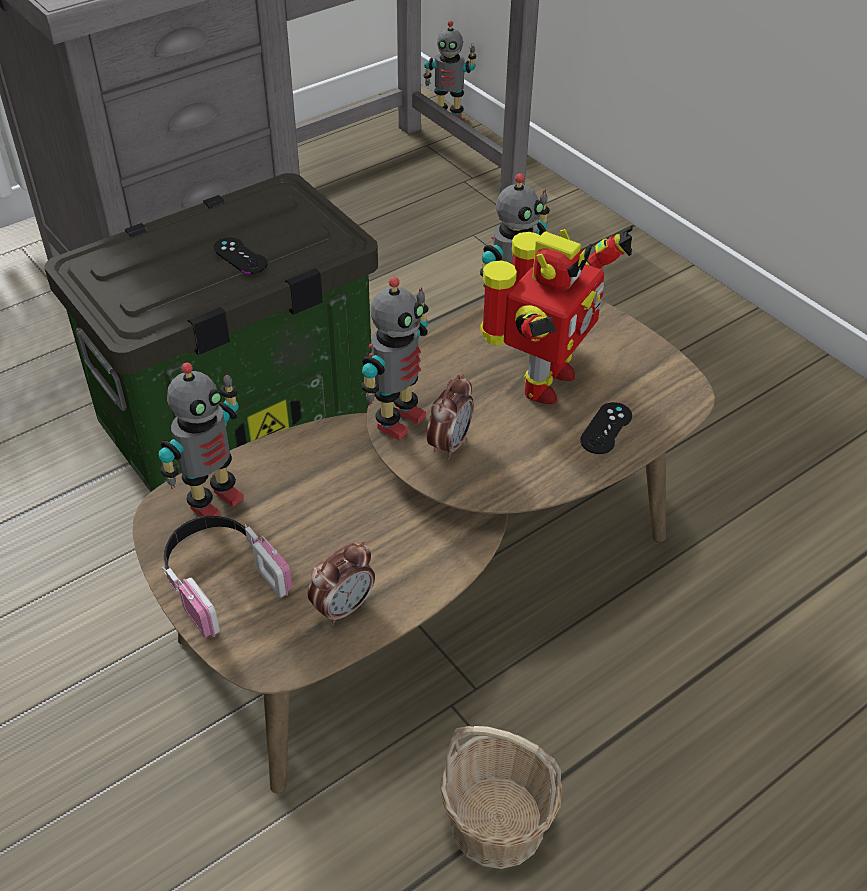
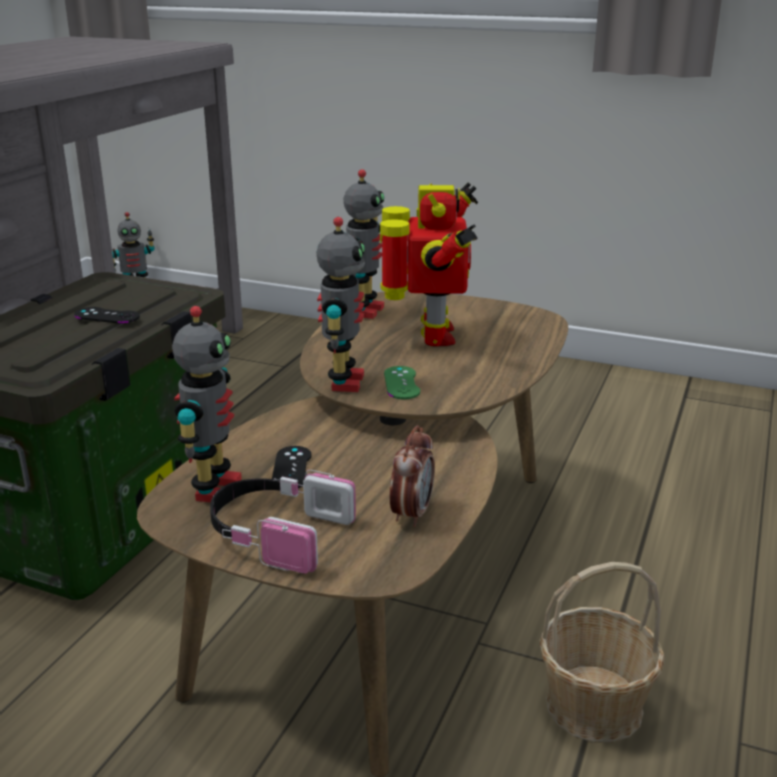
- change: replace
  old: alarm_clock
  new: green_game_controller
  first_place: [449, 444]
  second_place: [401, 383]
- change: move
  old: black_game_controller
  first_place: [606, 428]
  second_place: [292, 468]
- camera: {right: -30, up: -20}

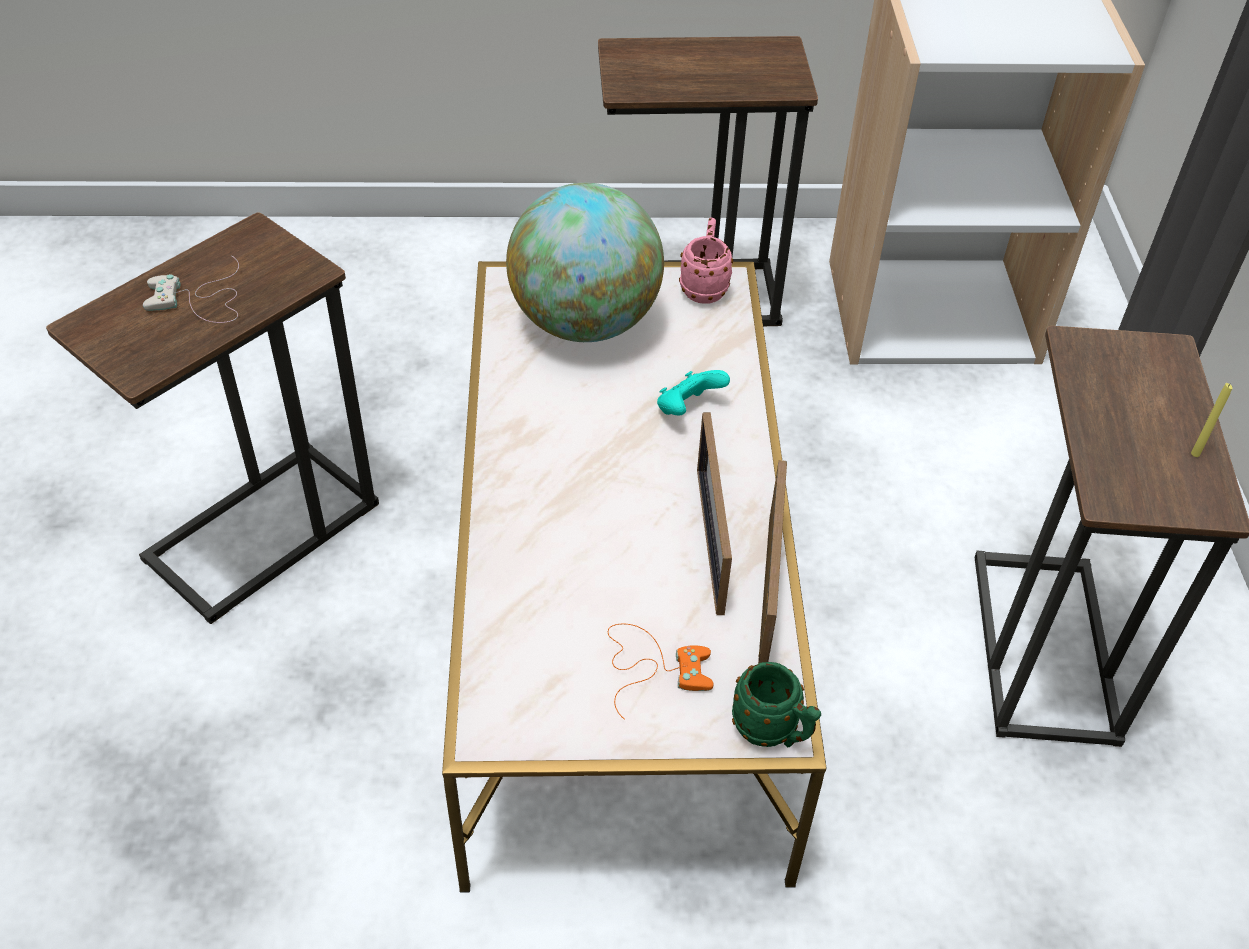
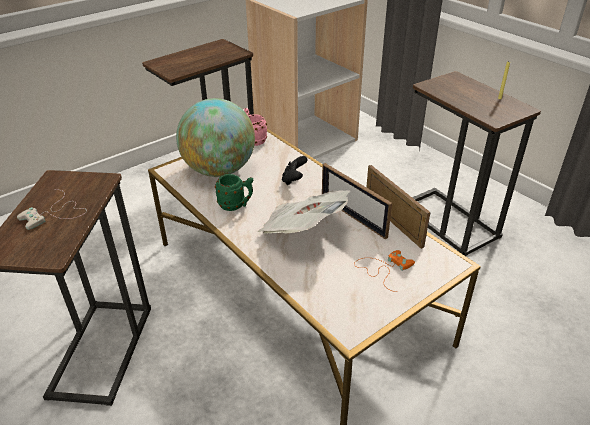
- change: recolor
  old: turquoise_game_controller
  new: black_game_controller
  first_place: [688, 409]
  second_place: [294, 180]
- change: move
  old: green_mug
  first_place: [772, 732]
  second_place: [236, 205]
- change: insert
  new: newspaper
  second_place: [302, 230]
- camera: {right: -35, up: -10}

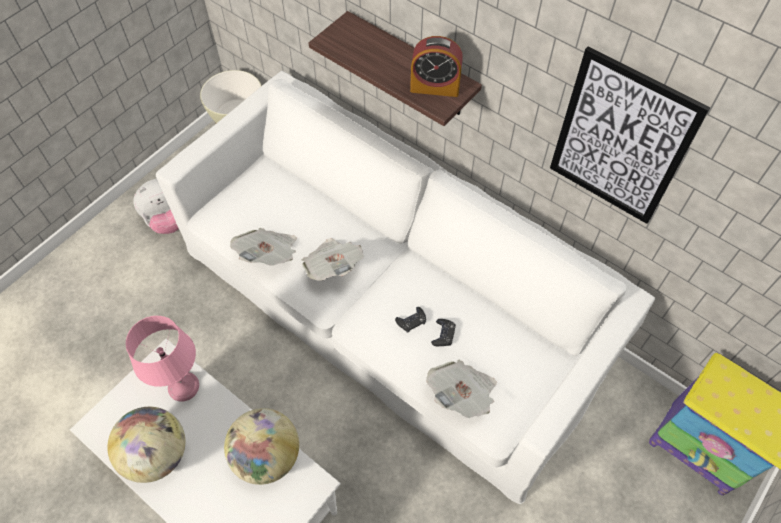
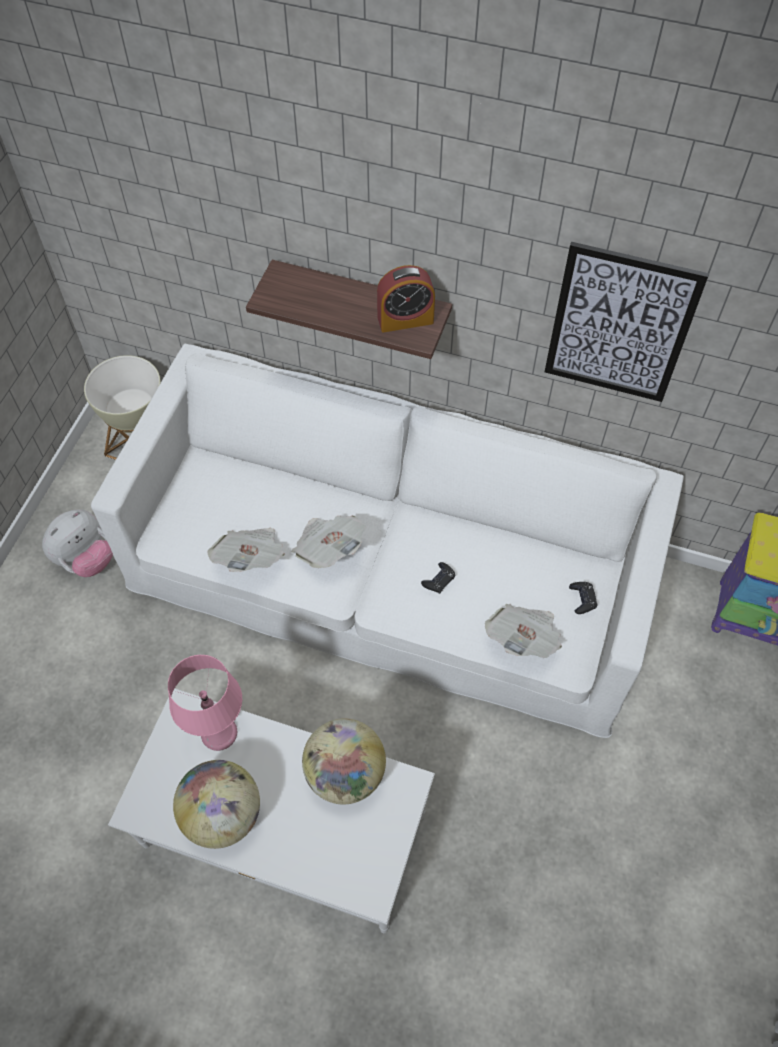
- change: move
  old: black_game_controller
  first_place: [443, 334]
  second_place: [582, 599]
- camera: {right: -20, up: 0}

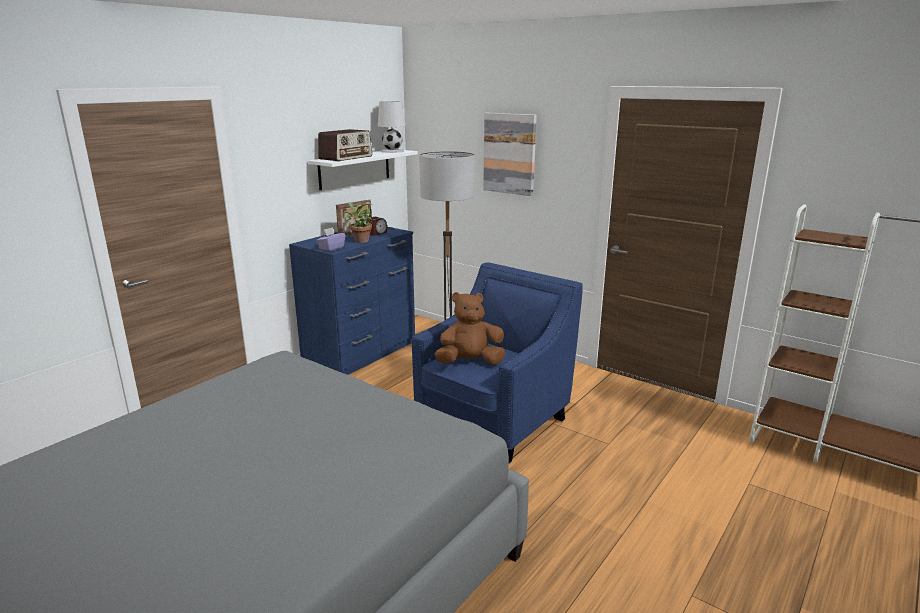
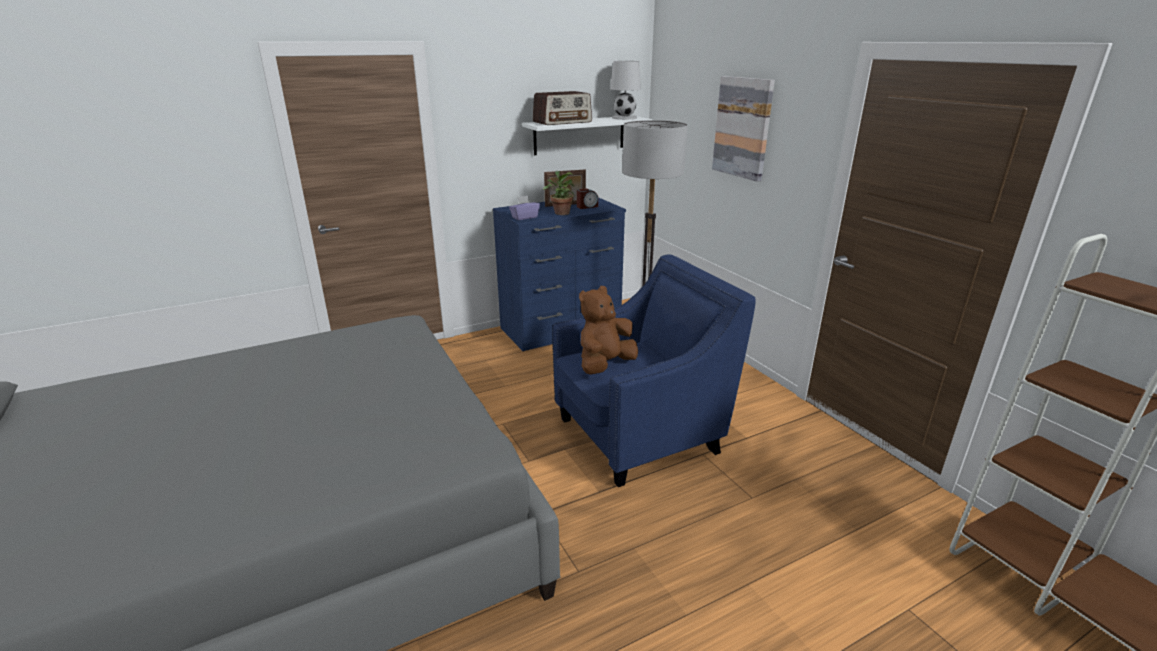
- change: rotate
  old: brown_plush_toy
  first_place: [470, 362]
  second_place: [605, 365]
  degrees: -60
- camera: {right: 25, up: 5}

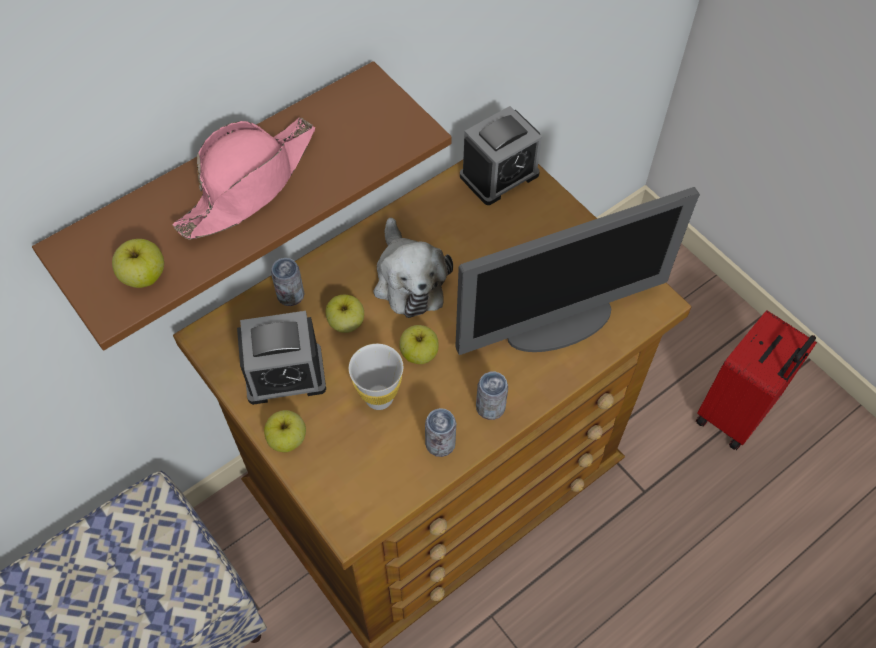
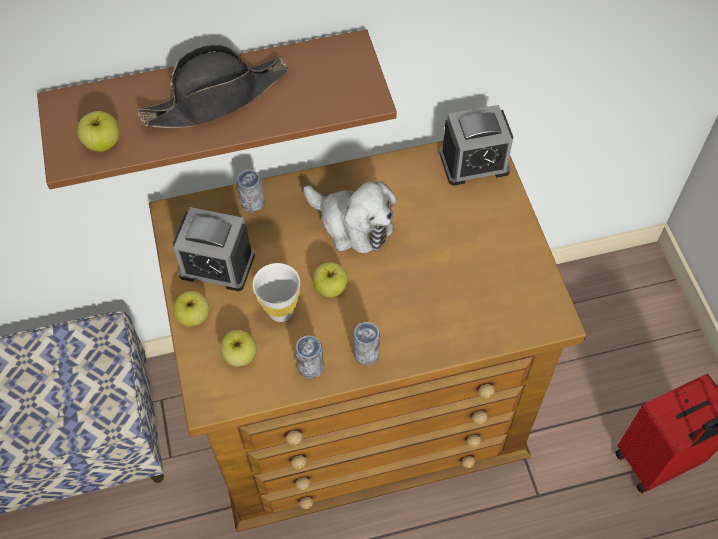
- change: recolor
  old: pink_hat
  new: black_hat
  first_place: [249, 184]
  second_place: [216, 98]
- change: move
  old: apple
  first_place: [346, 323]
  second_place: [240, 356]
- change: rotate
  old: plush_toy
  first_place: [408, 280]
  second_place: [352, 224]
  degrees: -60
- change: delete
  old: monitor
  first_place: [560, 324]
- camera: {right: 25, up: 0}

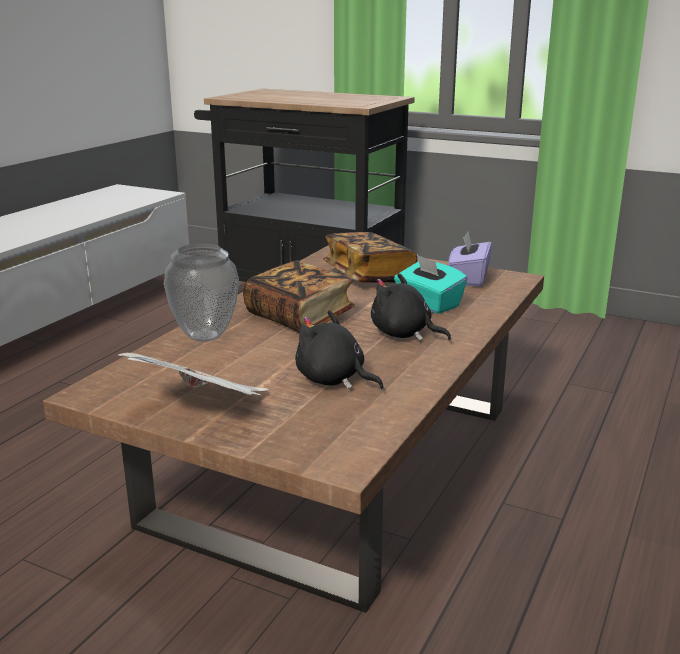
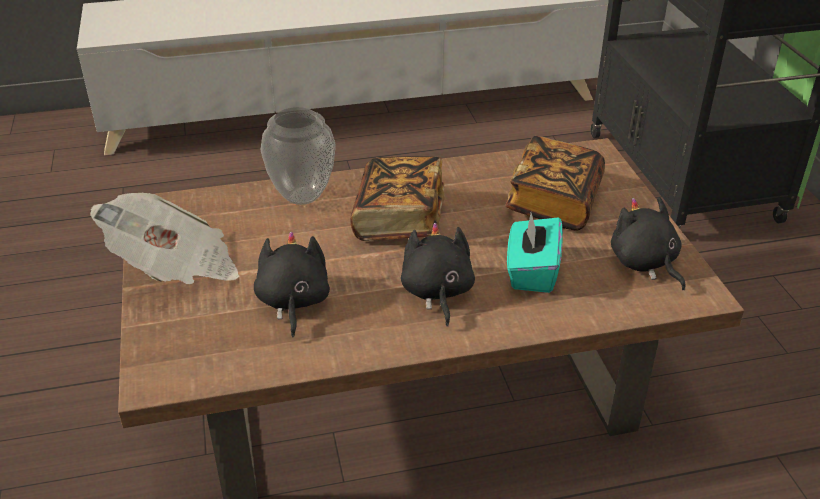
- change: replace
  old: purple_tissue_box
  new: black_plush_toy
  first_place: [468, 278]
  second_place: [644, 263]
- camera: {right: 50, up: 15}

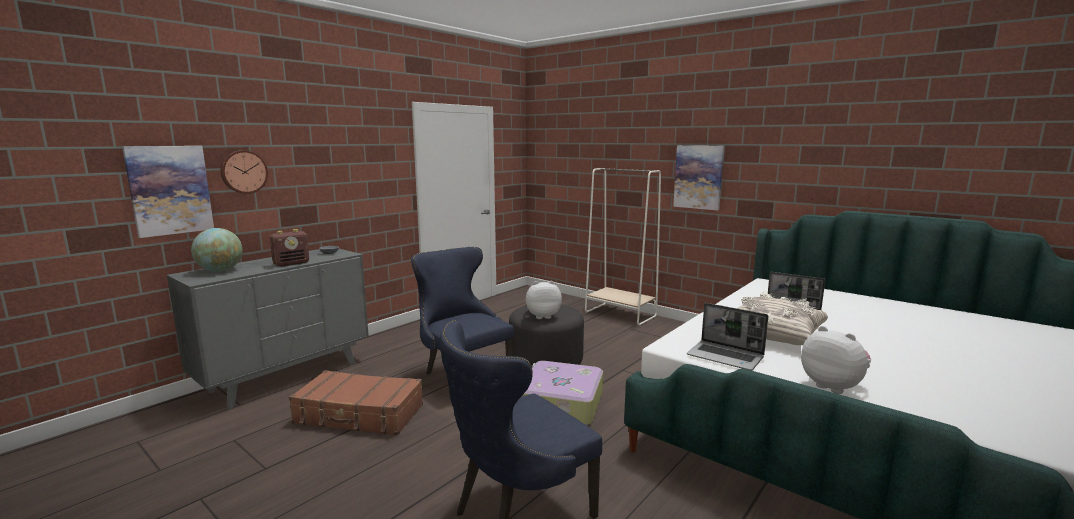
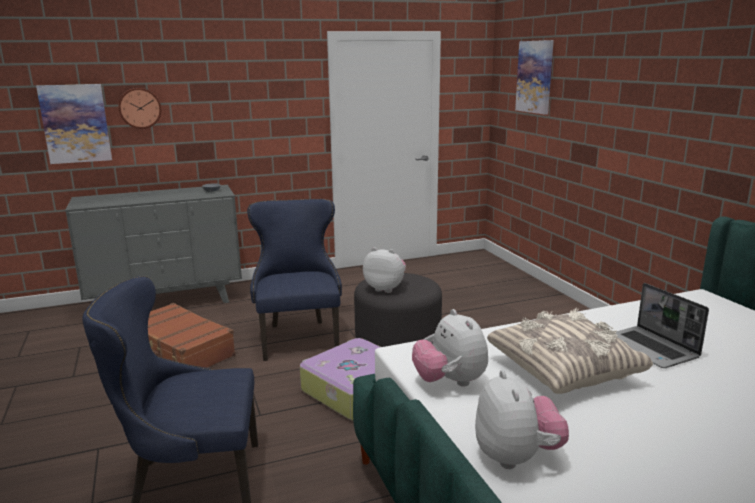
- change: delete
  old: globe
  first_place: [220, 271]
- change: delete
  old: radio
  first_place: [292, 263]
- change: delete
  old: clothes_rack
  first_place: [620, 314]
- change: move
  old: picture
  first_place: [698, 177]
  second_place: [535, 77]
- change: replace
  old: laptop
  new: plush_toy
  first_place: [726, 357]
  second_place: [450, 382]
- camera: {right: 30, up: 5}

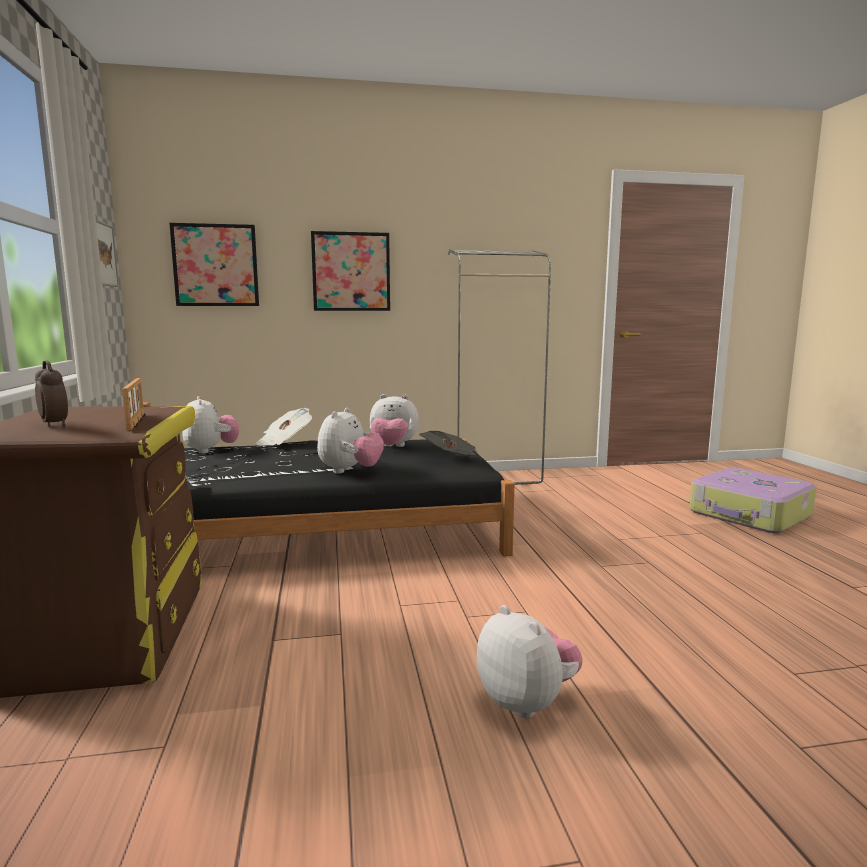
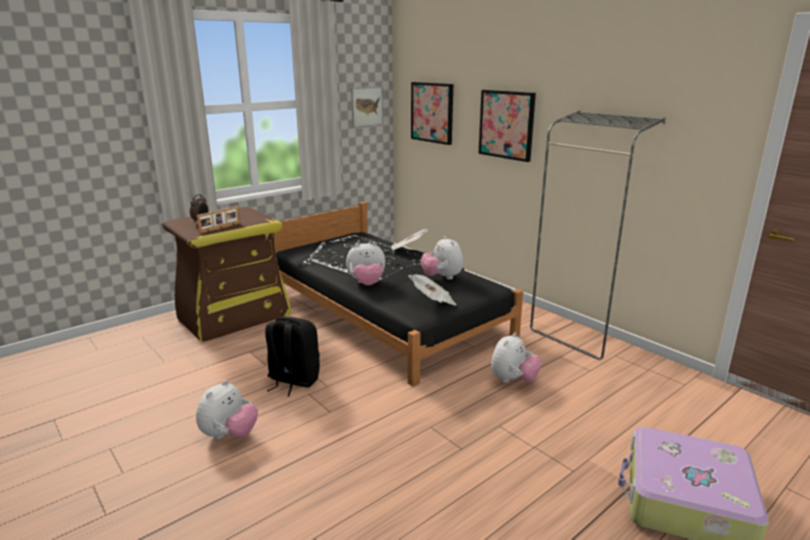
- change: move
  old: plush_toy
  first_place: [211, 450]
  second_place: [513, 380]
- change: insert
  new: black_backpack
  second_place: [293, 380]
- camera: {right: 60, up: 10}

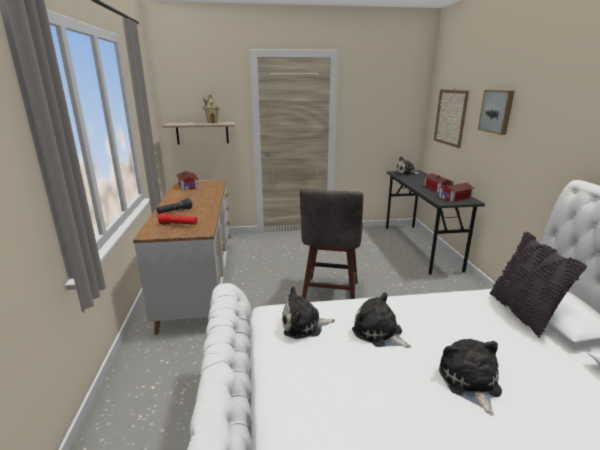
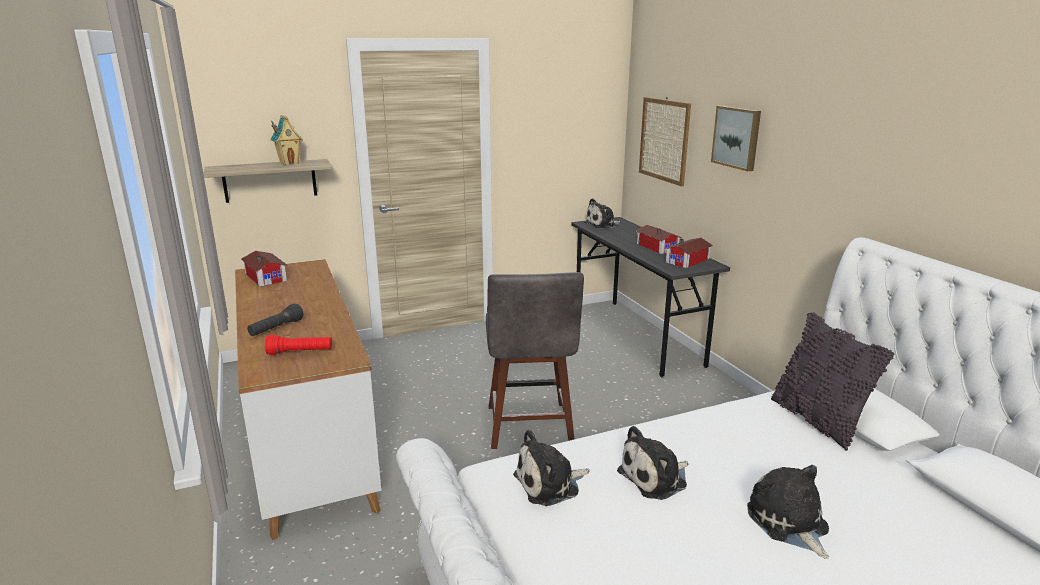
- change: rotate
  old: plush_toy
  first_place: [379, 333]
  second_place: [655, 478]
  degrees: -60
- camera: {right: -15, up: 0}

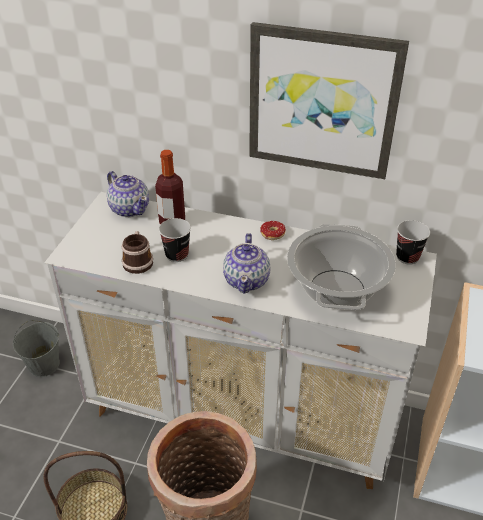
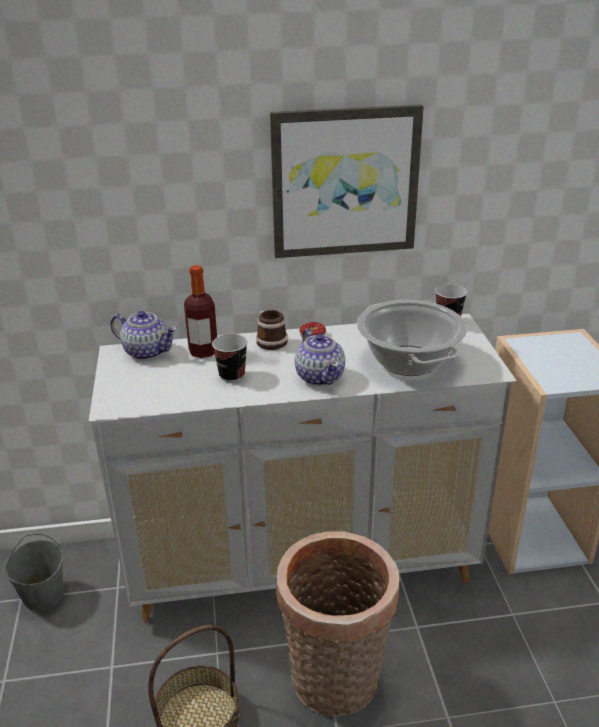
- change: move
  old: mug
  first_place: [138, 261]
  second_place: [269, 340]
- camera: {right: -25, up: -10}

